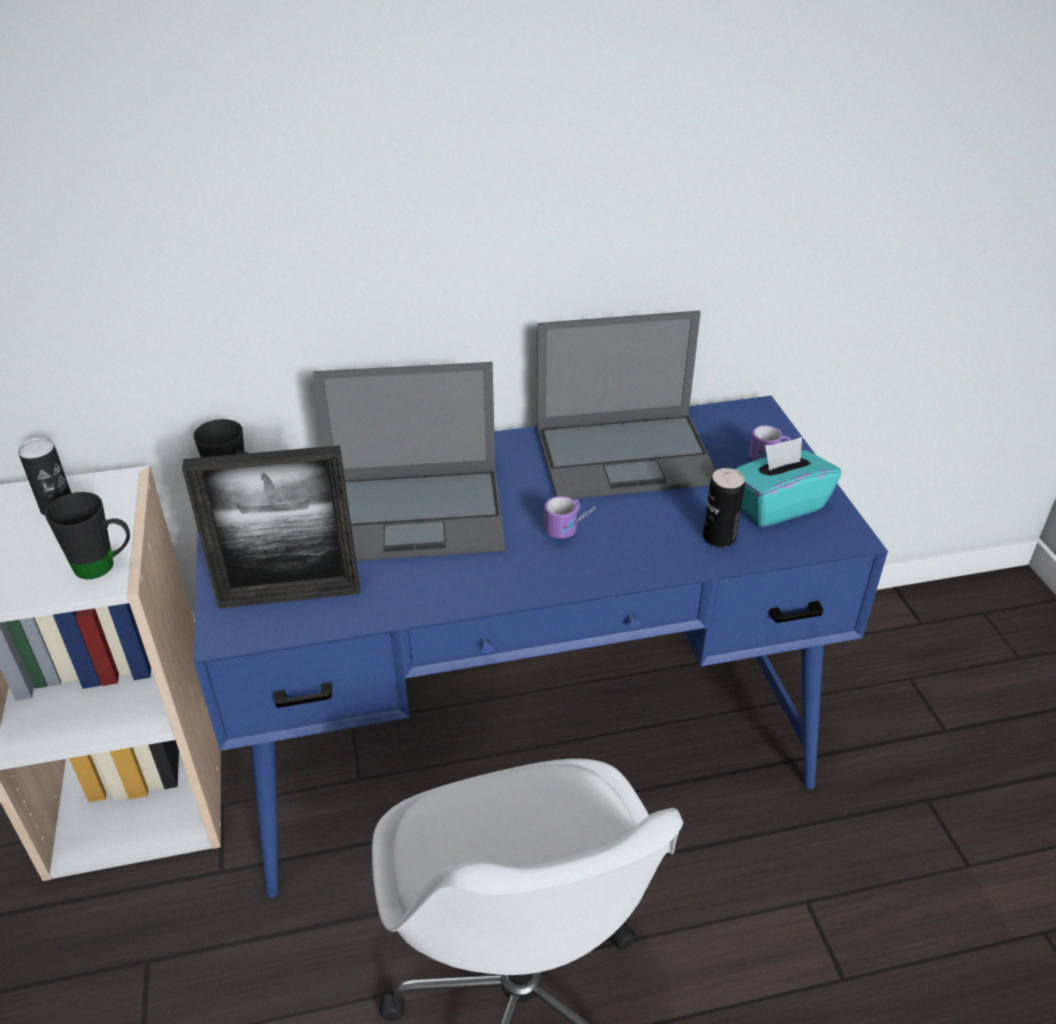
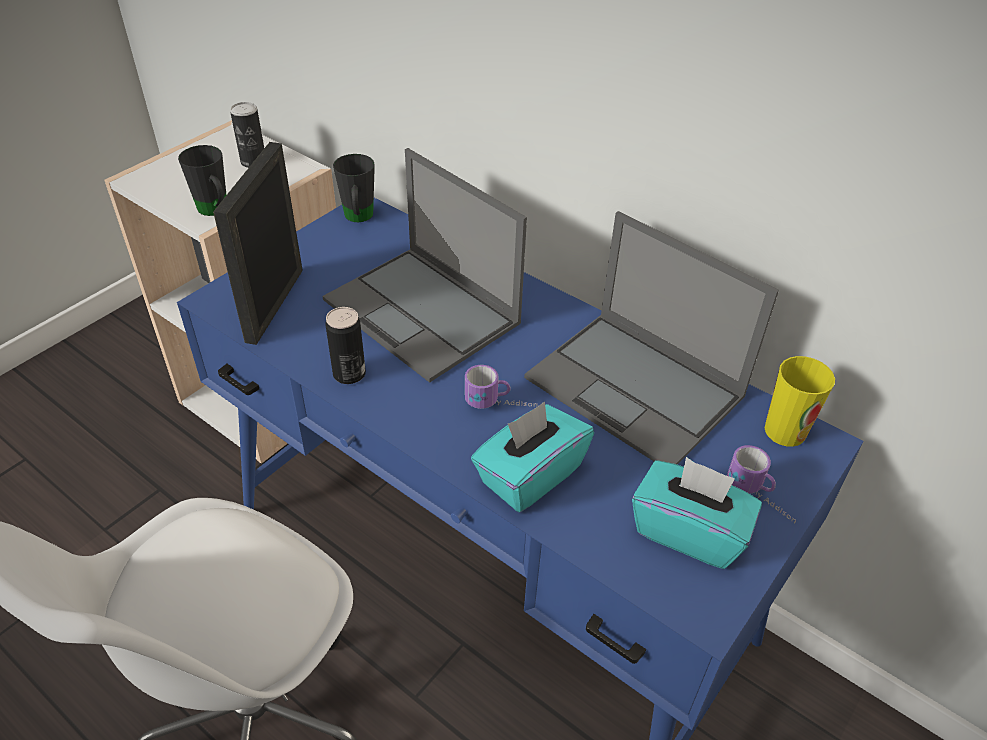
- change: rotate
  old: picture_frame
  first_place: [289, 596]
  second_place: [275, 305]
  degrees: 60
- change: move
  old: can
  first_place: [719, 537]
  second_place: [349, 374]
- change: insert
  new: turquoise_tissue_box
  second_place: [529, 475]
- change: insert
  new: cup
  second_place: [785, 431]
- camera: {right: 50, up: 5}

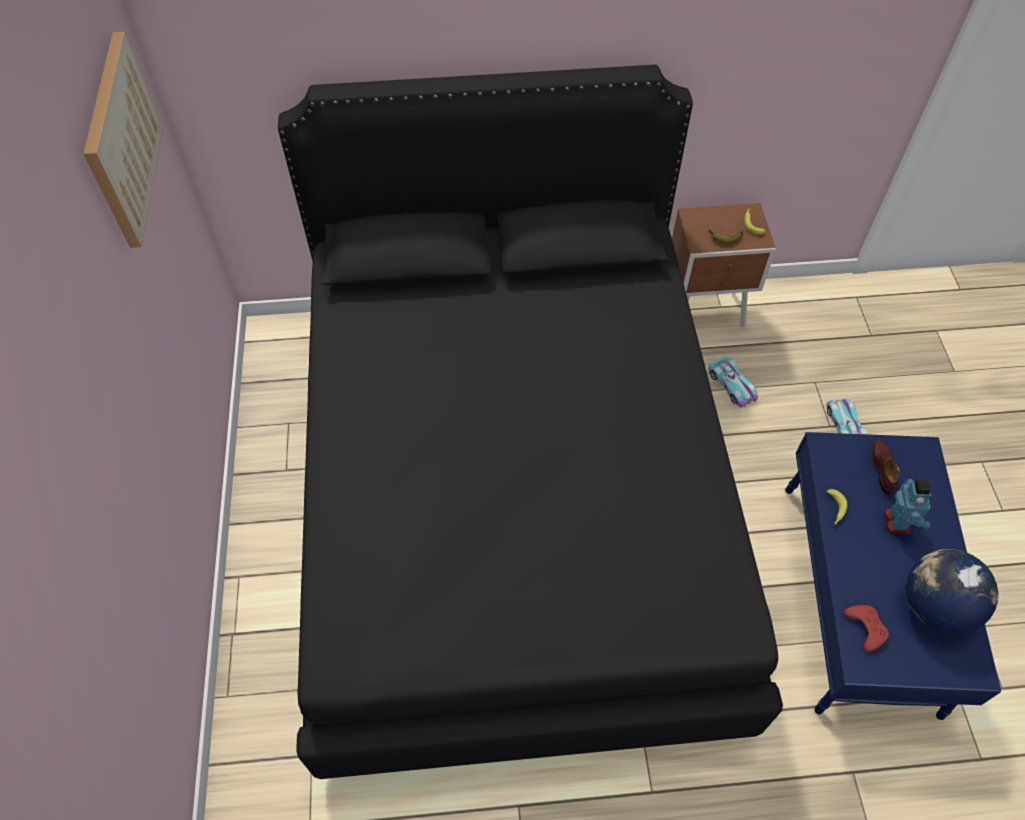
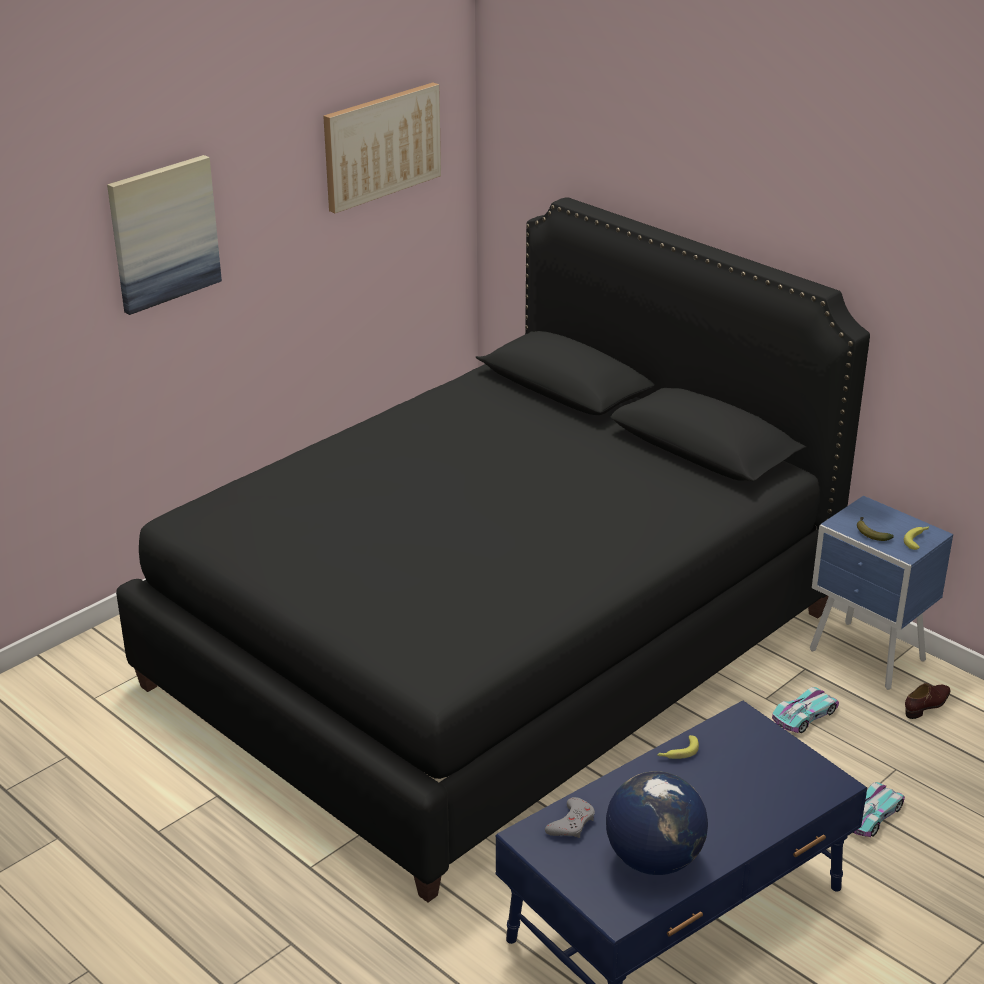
- change: recolor
  old: brown_nightstand
  new: blue_nightstand
  first_place: [706, 311]
  second_place: [868, 657]
- change: rotate
  old: toy_car
  first_place: [732, 385]
  second_place: [805, 715]
  degrees: -150
- change: recolor
  old: red_game_controller
  new: grey_game_controller
  first_place: [866, 628]
  second_place: [571, 823]
- change: move
  old: brown_shoe
  first_place: [882, 468]
  second_place: [927, 705]
- change: delete
  old: toy_robot
  first_place: [897, 522]
- change: insert
  new: picture
  second_place: [164, 233]
- camera: {right: 50, up: -25}

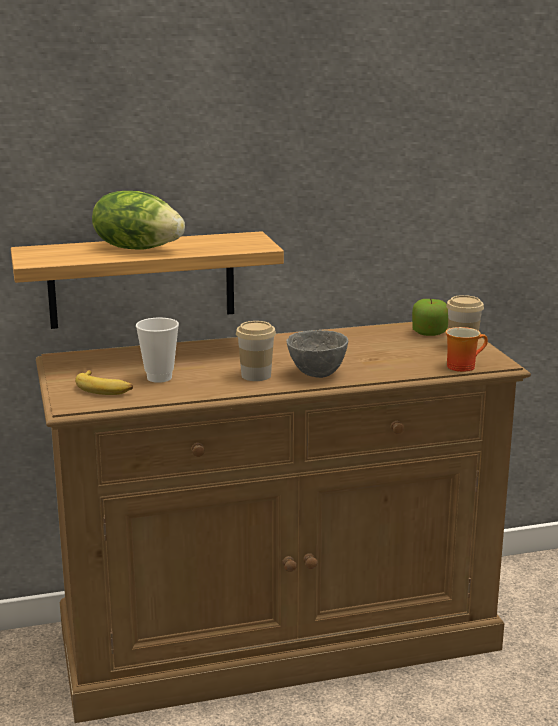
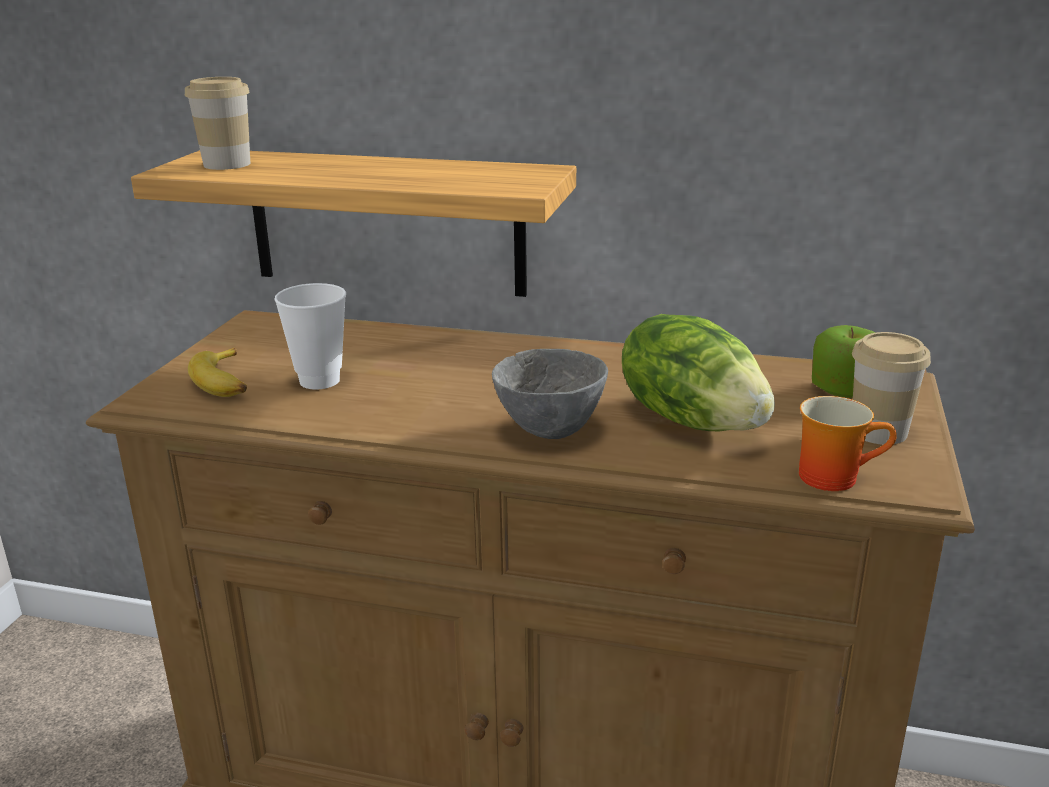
- change: move
  old: lettuce
  first_place: [138, 248]
  second_place: [692, 419]
- change: move
  old: cup
  first_place: [256, 375]
  second_place: [227, 164]
- camera: {right: 30, up: 5}

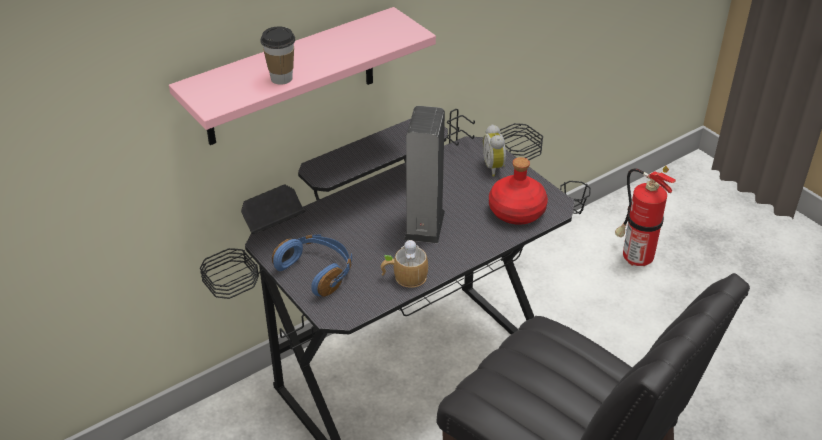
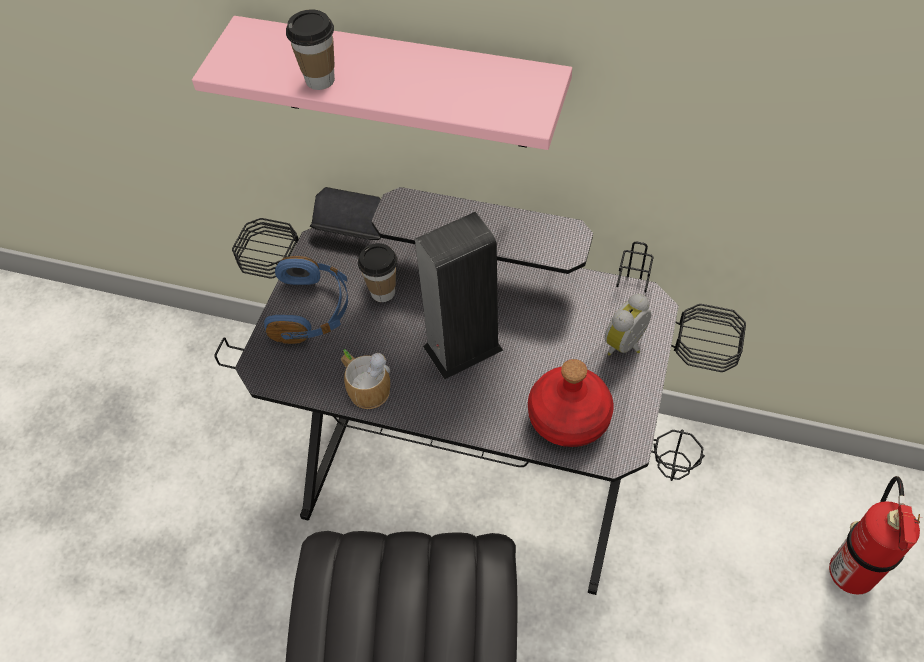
- change: insert
  new: cup
  second_place: [383, 292]
- camera: {right: 55, up: 15}

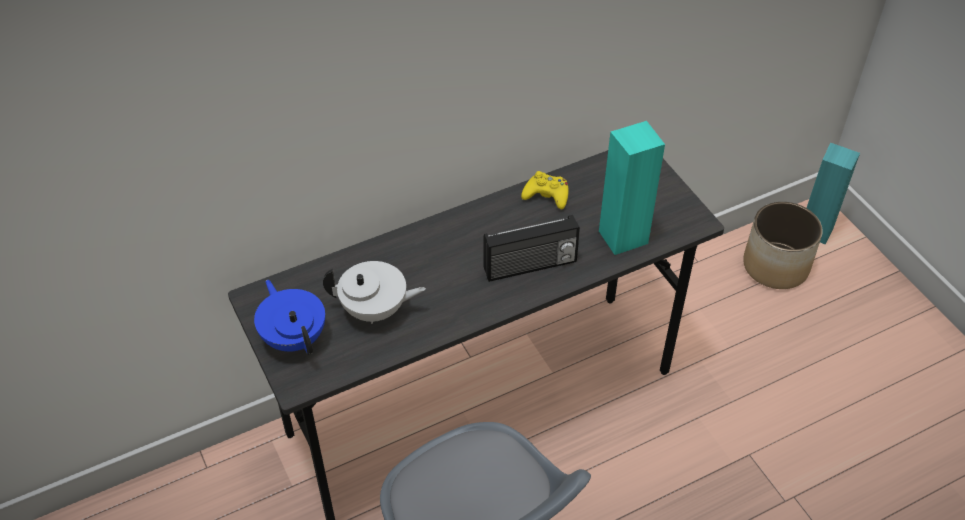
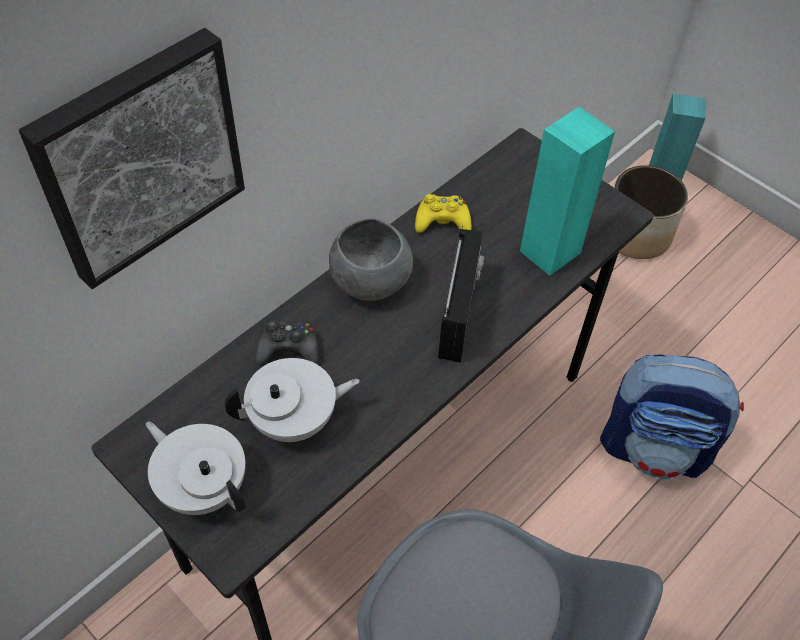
- change: recolor
  old: blue_teapot
  new: white_teapot
  first_place: [294, 337]
  second_place: [203, 486]
- change: rotate
  old: radio
  first_place: [530, 266]
  second_place: [460, 314]
  degrees: -45
- change: insert
  new: picture
  second_place: [138, 156]
- change: insert
  new: black_game_controller
  second_place: [289, 349]
- change: insert
  new: grey_bowl
  second_place: [369, 281]
- change: insert
  new: backpack
  second_place: [655, 448]
- camera: {right: -20, up: 5}

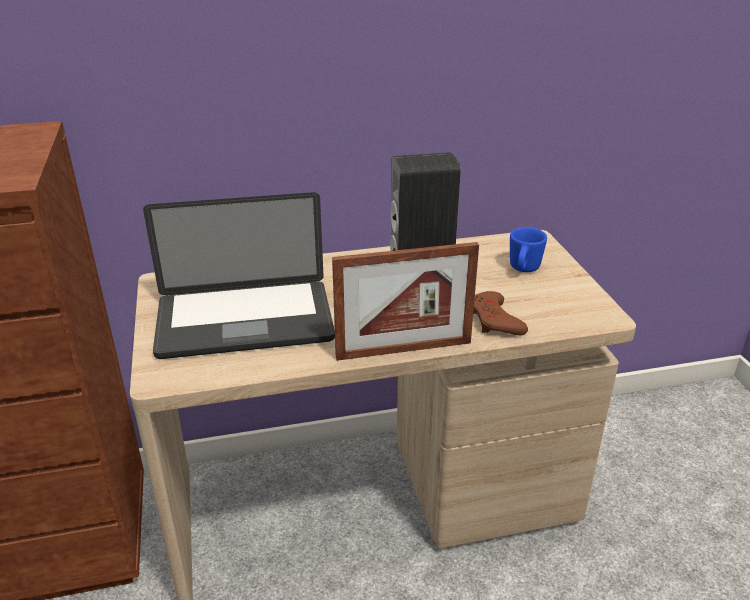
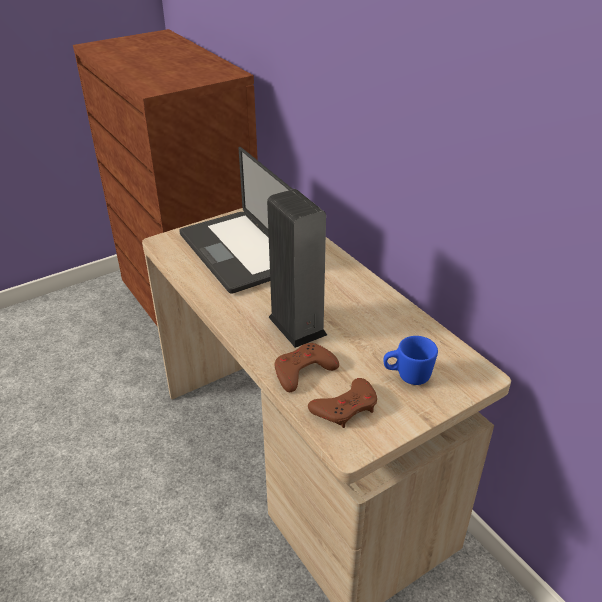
- change: delete
  old: picture_frame
  first_place: [404, 350]
- change: insert
  new: brown_game_controller
  second_place: [345, 407]
- camera: {right: 70, up: 5}

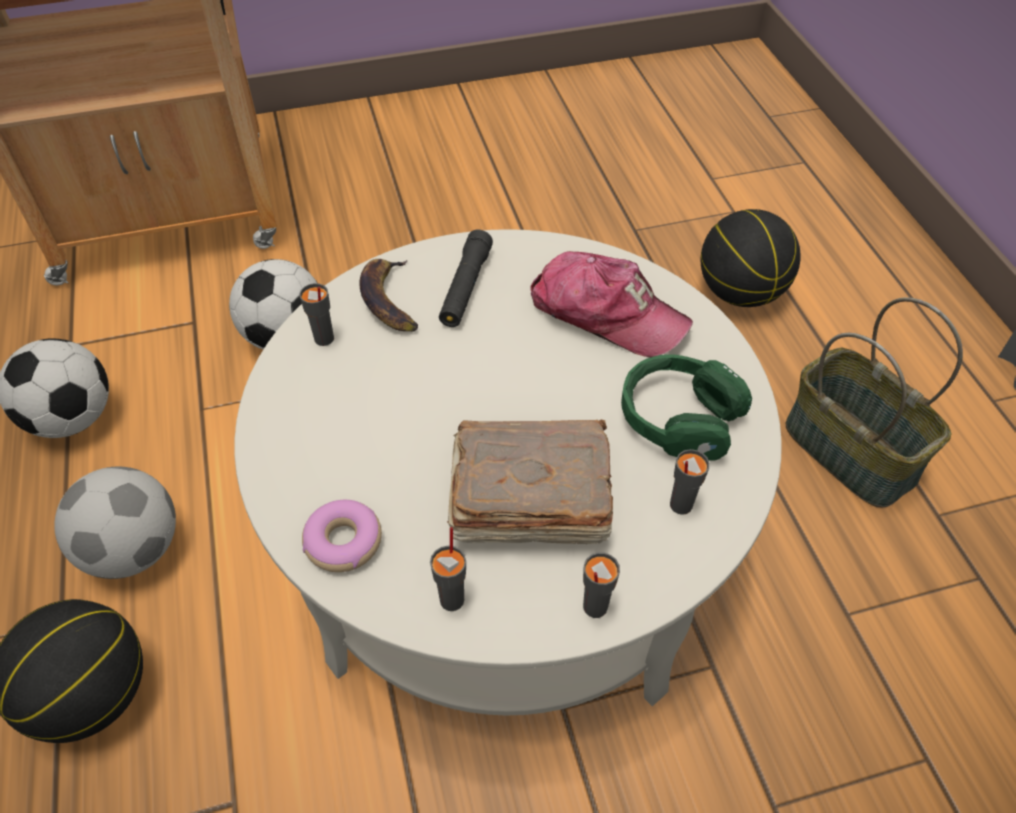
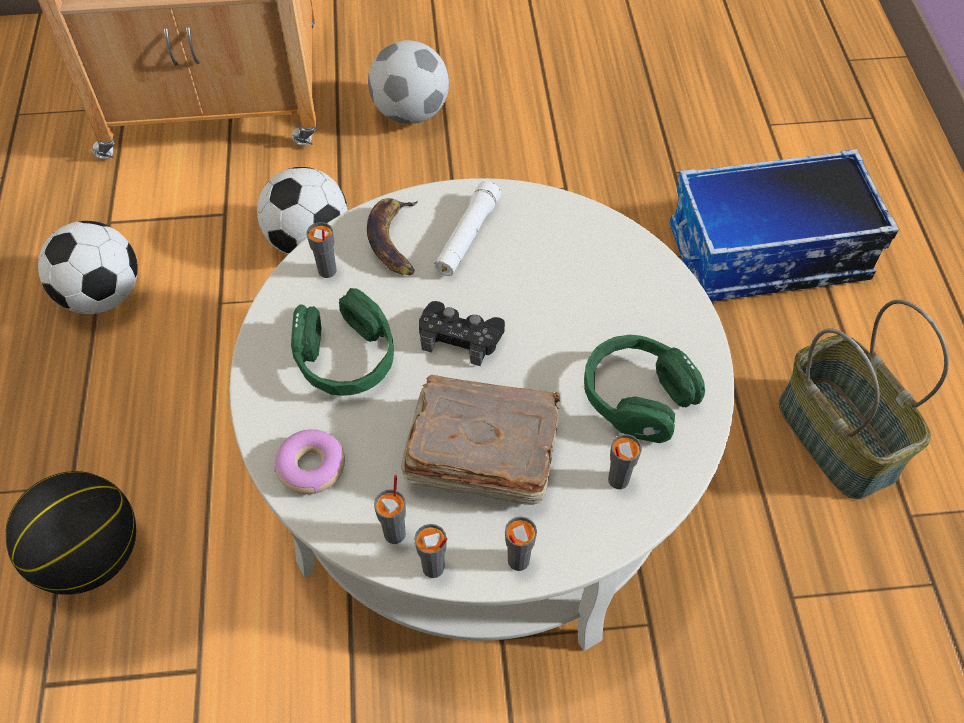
- change: move
  old: football
  first_place: [134, 549]
  second_place: [410, 113]
- change: recolor
  old: black_flashlight
  new: white_flashlight
  first_place: [465, 287]
  second_place: [467, 237]
- change: delete
  old: cap
  first_place: [606, 313]
- change: replace
  old: basketball
  new: storage_box
  first_place: [739, 293]
  second_place: [767, 256]
- change: insert
  new: green_headphones
  second_place: [345, 357]
- change: insert
  new: grey_cup
  second_place: [433, 568]
- change: insert
  new: black_game_controller
  second_place: [460, 337]
- camera: {right: 10, up: 5}

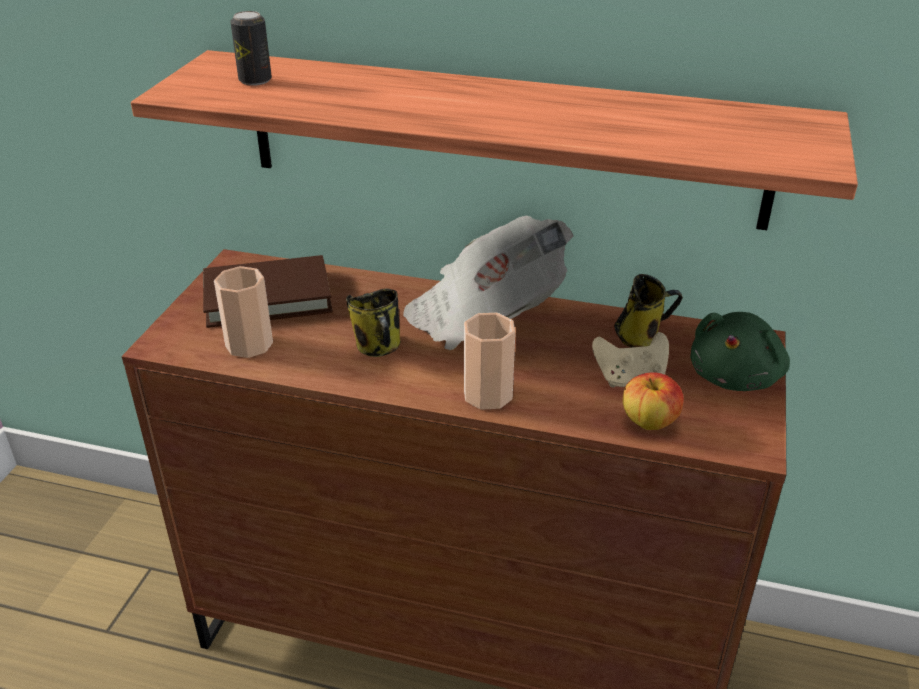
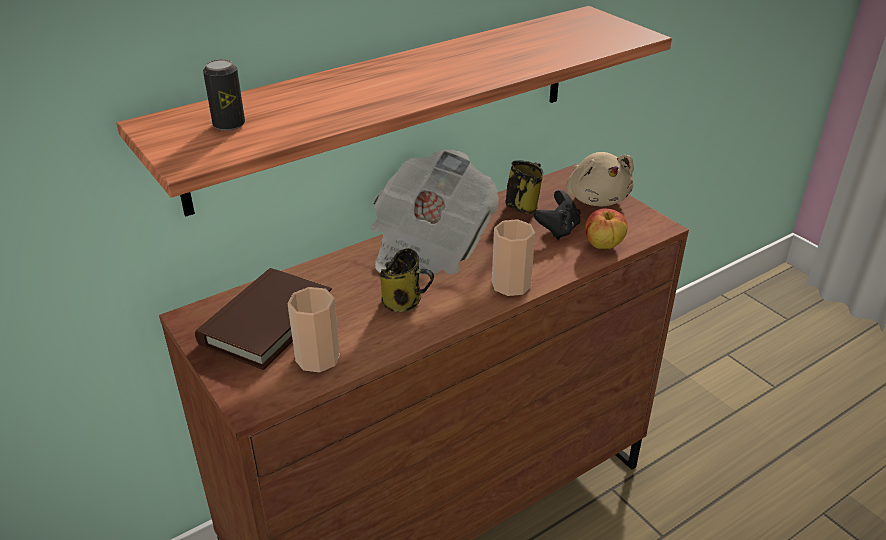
- change: recolor
  old: beige_game_controller
  new: black_game_controller
  first_place: [630, 379]
  second_place: [558, 230]
- change: recolor
  old: green_plush_toy
  new: beige_plush_toy
  first_place: [736, 376]
  second_place: [596, 198]
- camera: {right: -50, up: 0}

